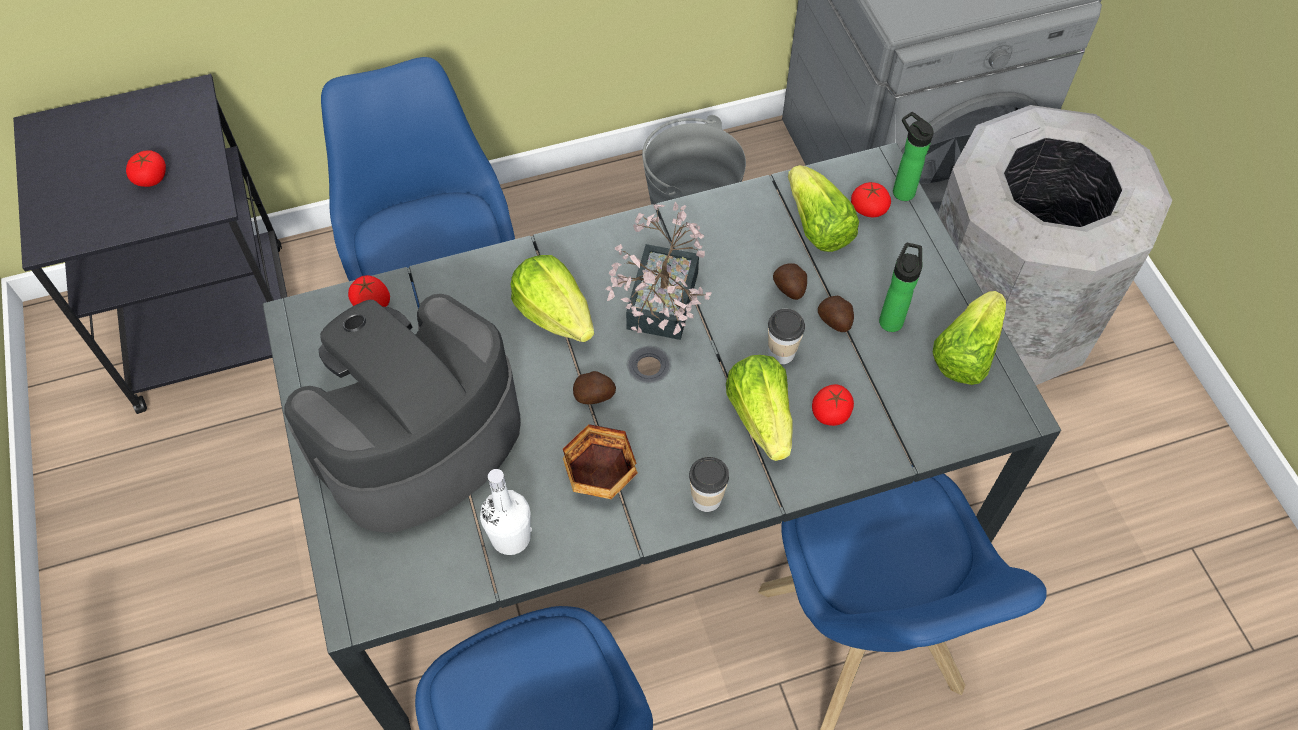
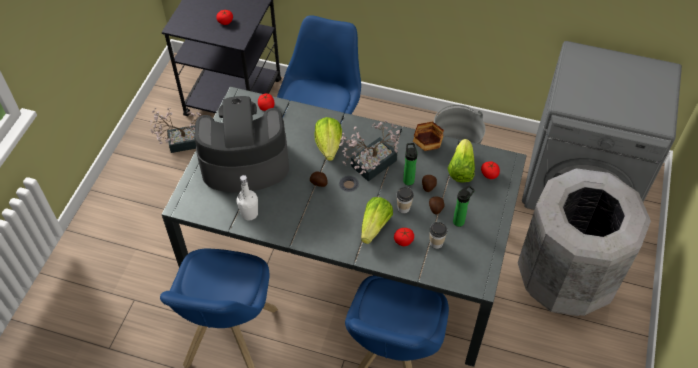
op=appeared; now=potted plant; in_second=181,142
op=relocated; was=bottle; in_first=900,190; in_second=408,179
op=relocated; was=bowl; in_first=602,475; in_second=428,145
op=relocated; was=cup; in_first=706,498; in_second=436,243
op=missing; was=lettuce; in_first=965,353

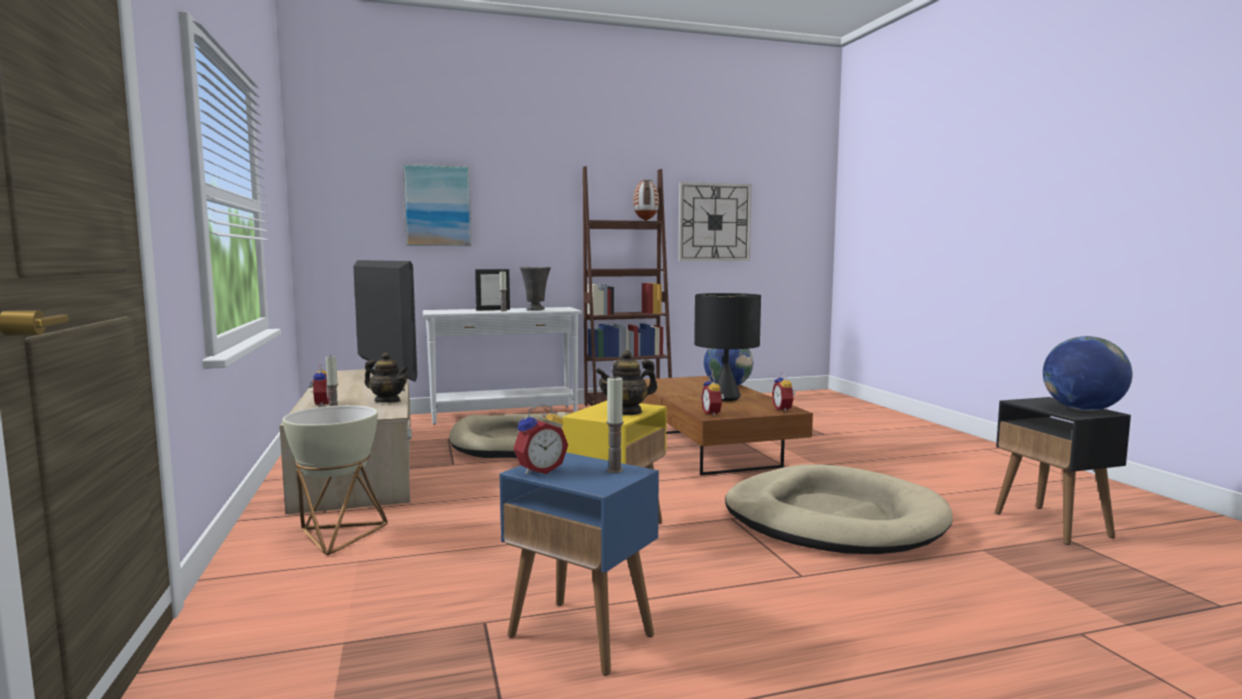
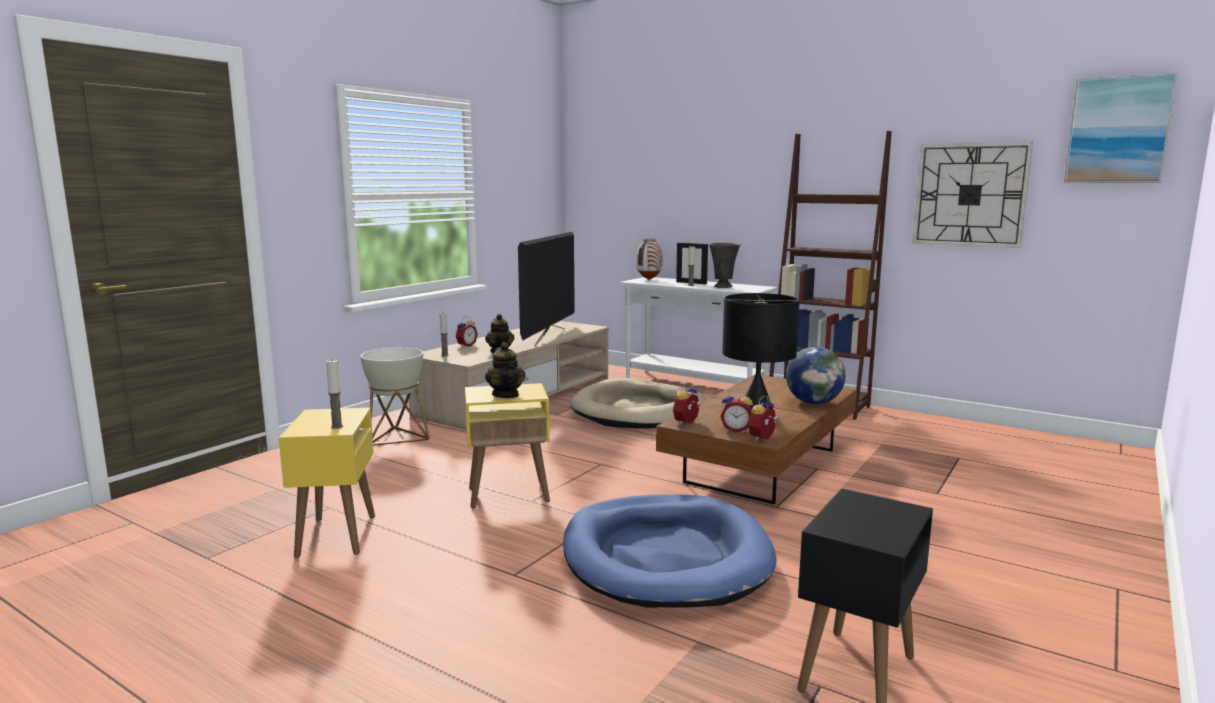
op=colour; was=side table (blue); now=side table (yellow); in_first=582,636; in_second=336,536
op=spun; was=teapot; in_first=627,412; in_second=506,395; clockwise=-135
op=colour; was=dog bed (beige); now=dog bed (blue); in_first=833,519; in_second=665,557
op=relocated; was=vase; in_first=645,221; in_second=649,279
op=relocated; was=alarm clock; in_first=539,470; in_second=736,430
op=relocated; was=picture; in_first=437,206; in_second=1118,130
op=missing; was=globe; in_first=1082,410

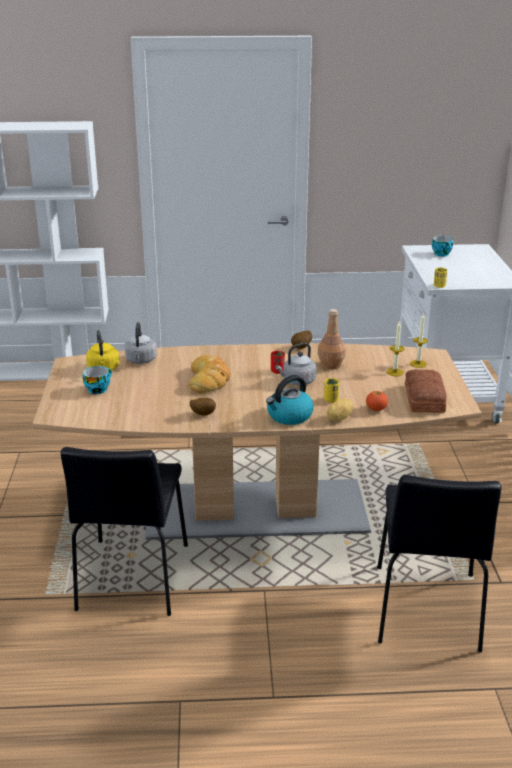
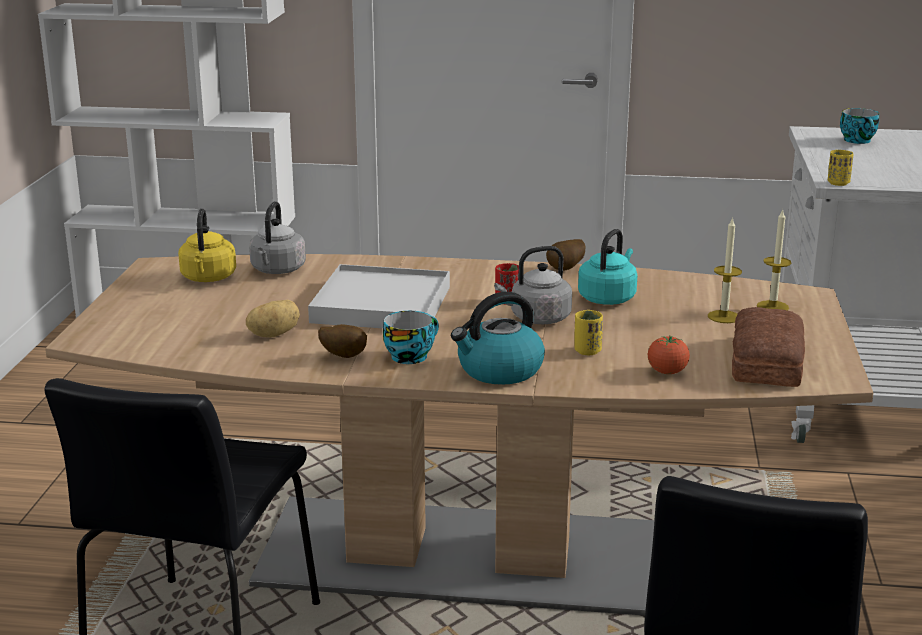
op=relocated; was=potato; in_first=338,418; in_second=273,334
op=exchanged; was=bread; now=tray (white); in_first=209,379; in_second=381,304
op=relocated; was=cup; in_first=98,389; in_second=410,356
op=exchanged; was=bottle (brown); now=kettle (turquoise); in_first=330,365; in_second=608,298

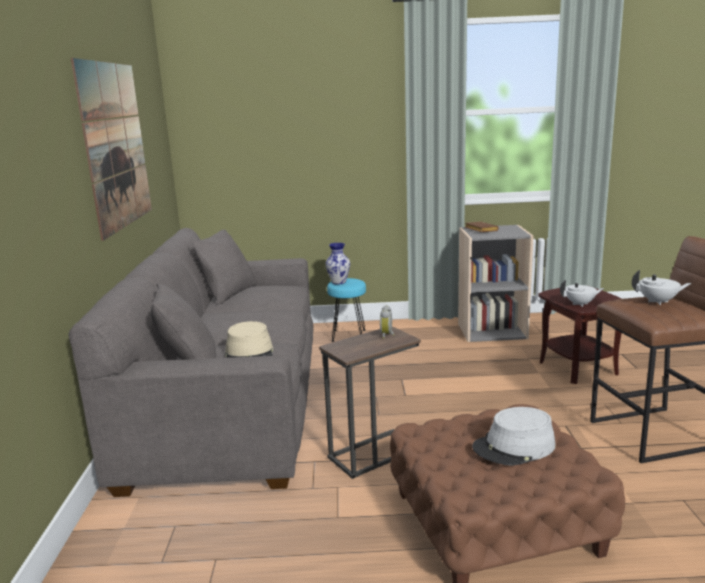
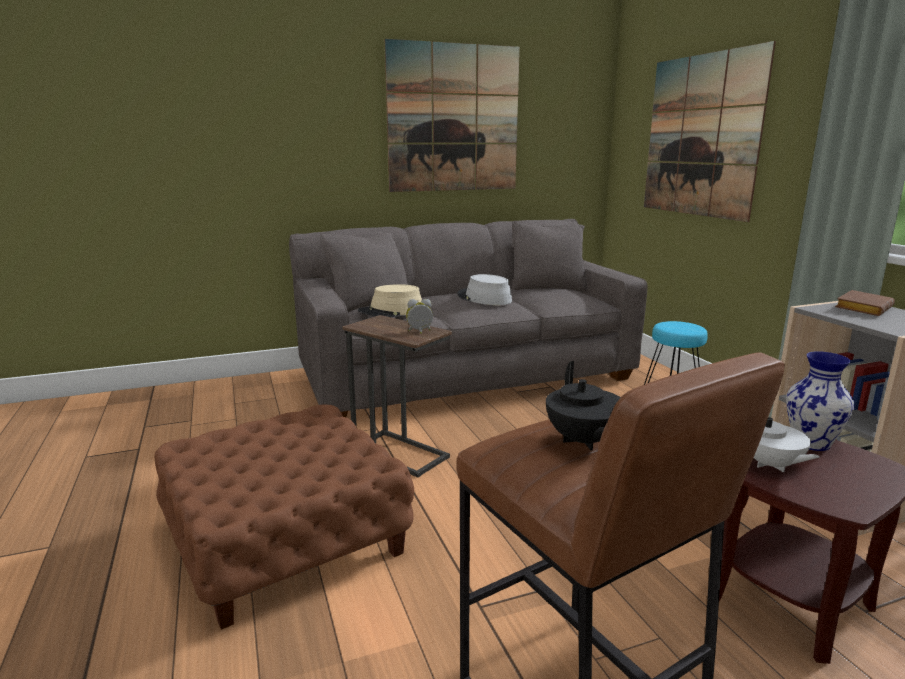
op=relocated; was=hat (grey); in_first=514,447; in_second=484,298
op=colour; was=teapot (white); now=teapot (black); in_first=658,302; in_second=583,441
op=appeared; now=picture; in_second=701,136
op=relocated; was=vase; in_first=338,282; in_second=811,443

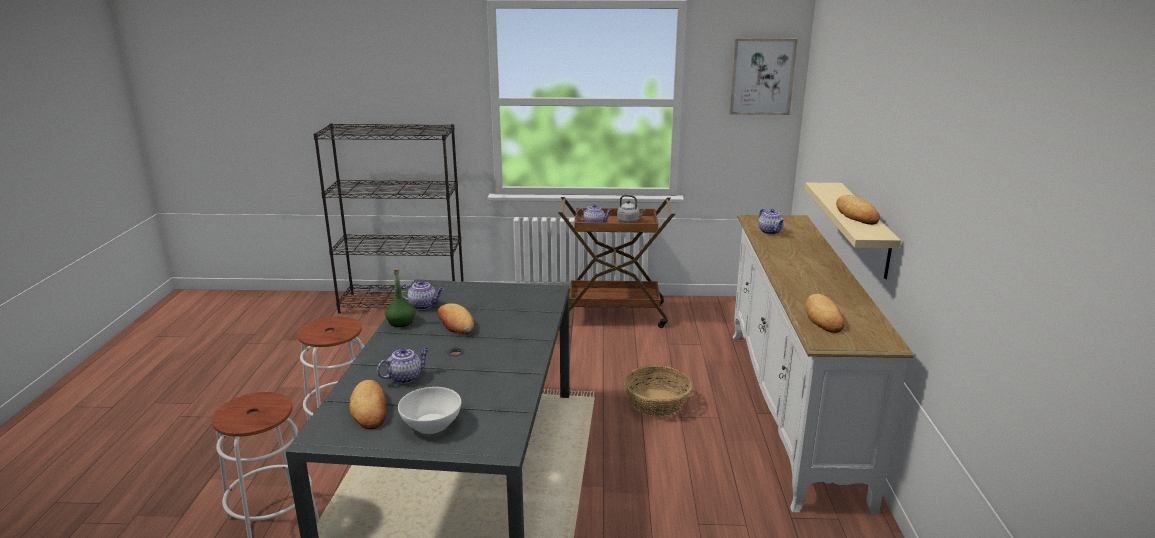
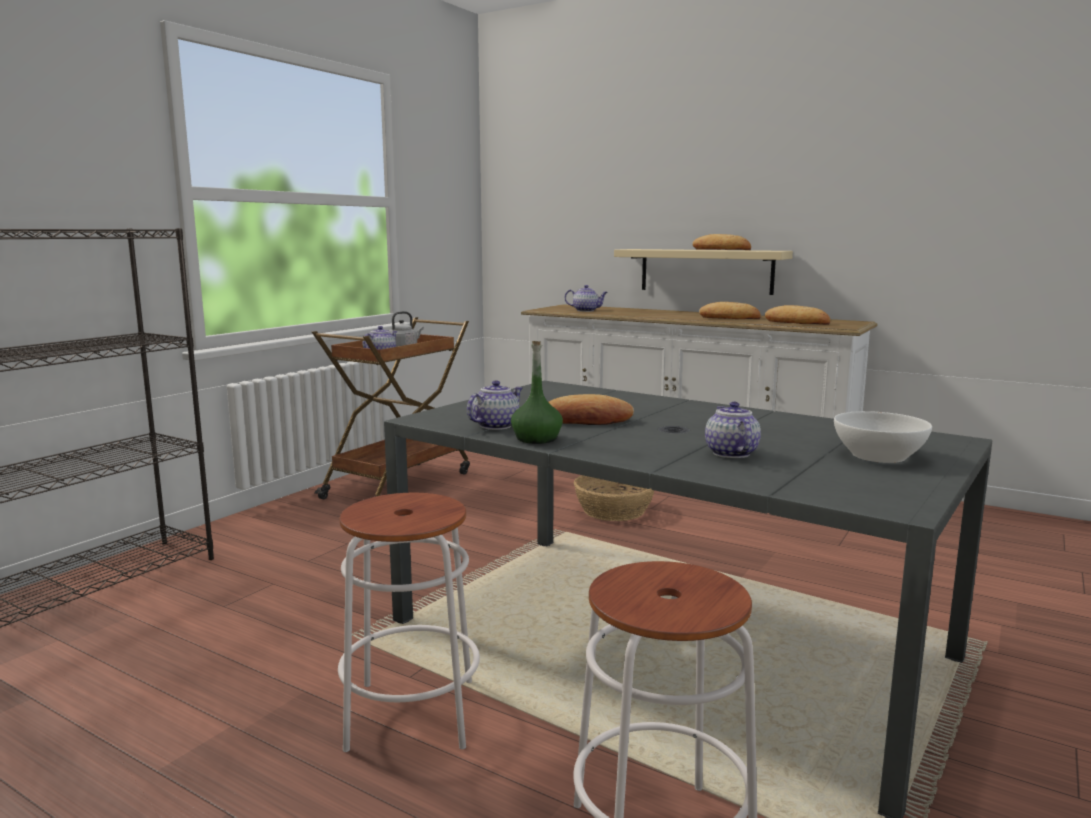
op=relocated; was=bread; in_first=370,409; in_second=729,318
op=missing; was=picture; in_first=762,76

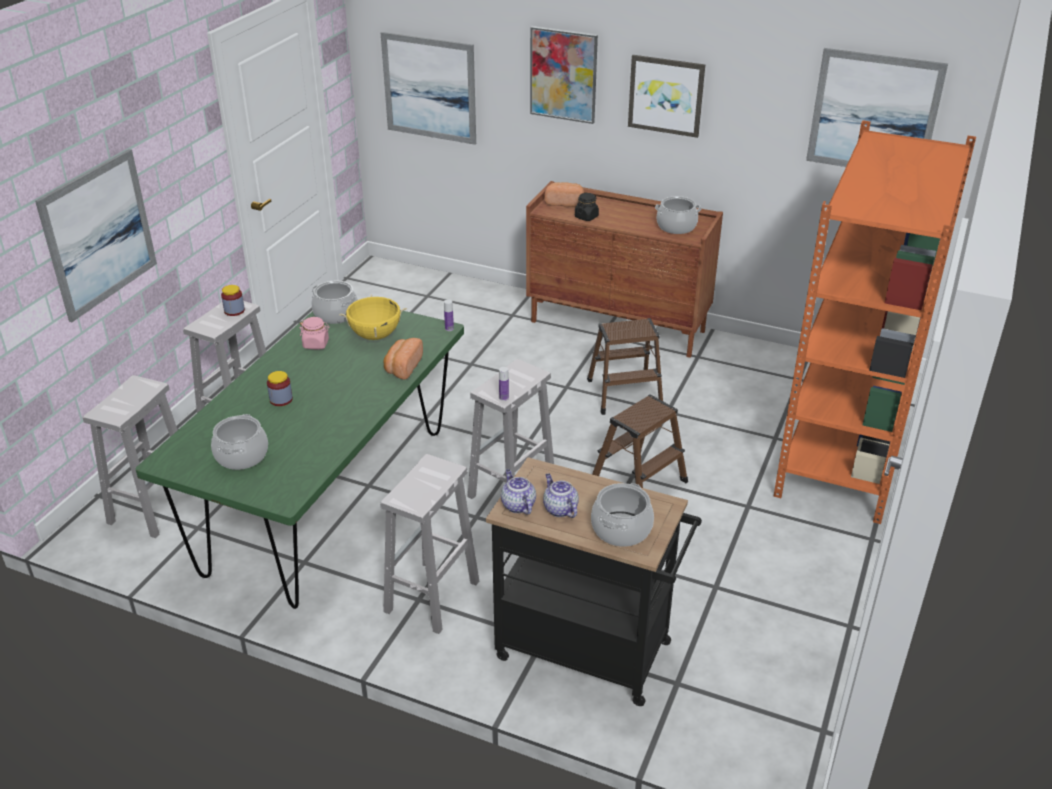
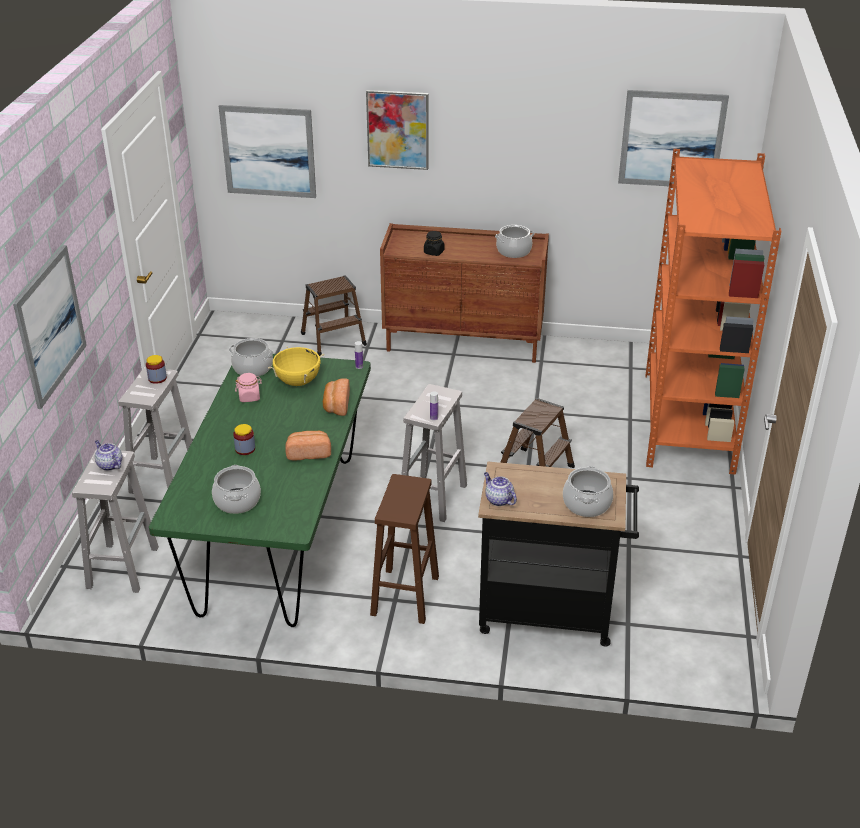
op=relocated; was=teapot; in_first=559,509; in_second=109,465
op=relocated; was=bread; in_first=565,202; in_second=308,453
op=relocated; was=step ladder (brown); in_first=625,392; in_second=333,338
op=colour; was=stool (white); now=stool (brown); in_first=431,598; in_second=405,596
op=missing; was=picture; in_first=666,95

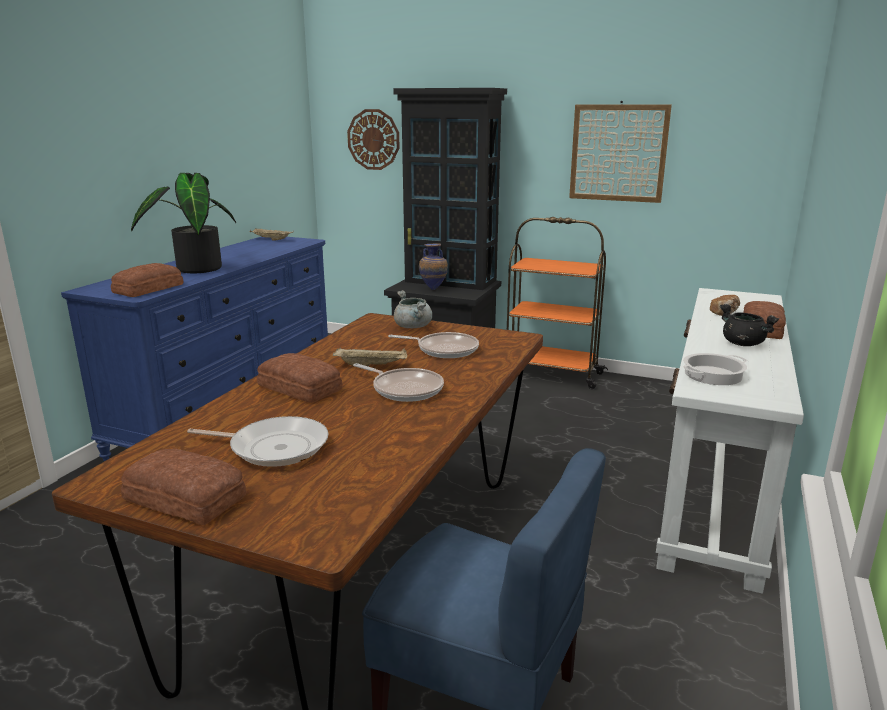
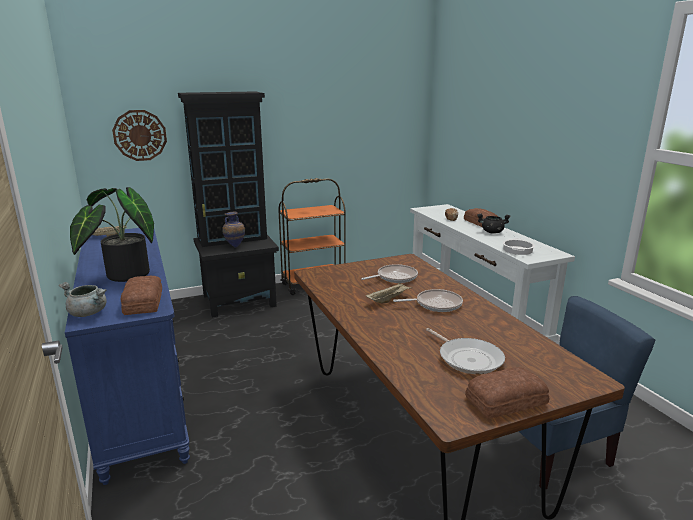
op=relocated; was=cooking pot (grey); in_first=413,327; in_second=88,313
op=spun; was=frying pan; in_first=274,447; in_second=468,358; clockwise=90
op=missing; was=bread; in_first=299,388
op=missing; was=picture; in_first=618,151

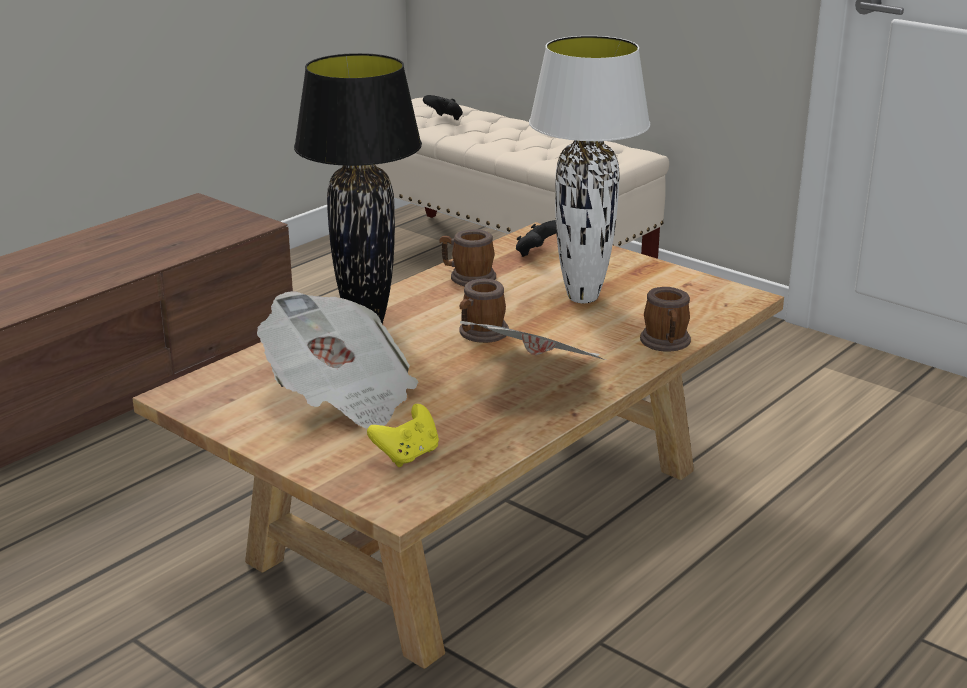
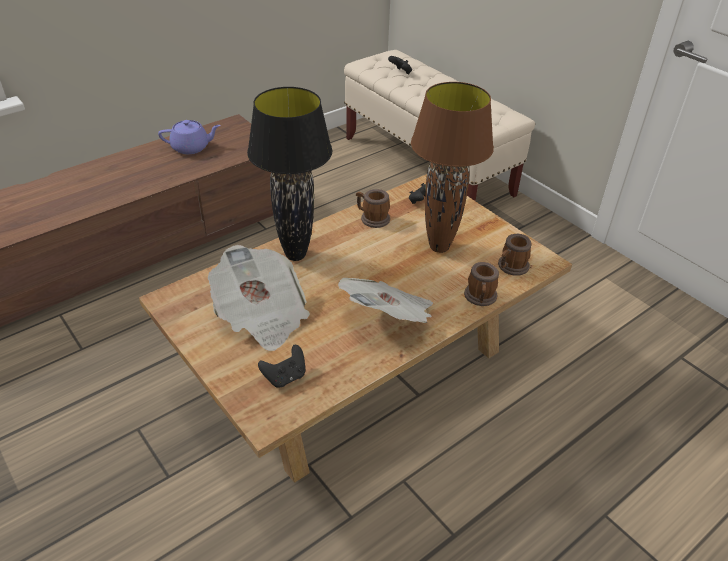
op=appeared; now=teapot (purple); in_second=191,147
op=colour; was=game controller (yellow); now=game controller (black); in_first=407,455; in_second=285,377
op=colour; was=table lamp (white); now=table lamp (brown); in_first=582,297; in_second=439,246
op=relocated; was=mug; in_first=480,334; in_second=511,267

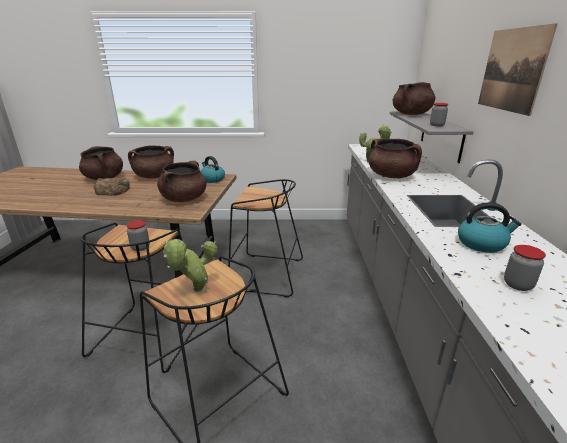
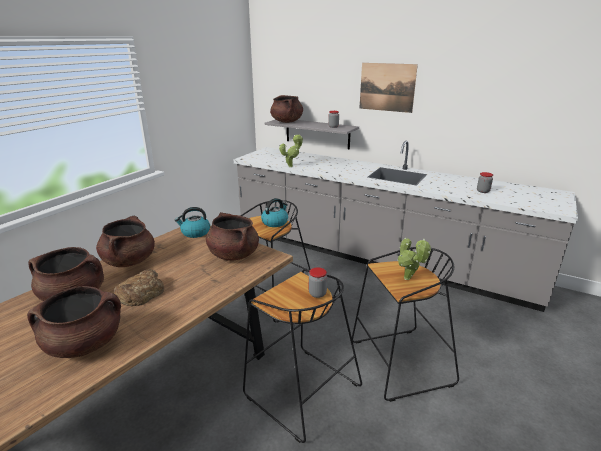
op=relocated; was=cooking pot (brown); in_first=391,176; in_second=85,344
op=relocated; was=kettle; in_first=482,243; in_second=275,222

